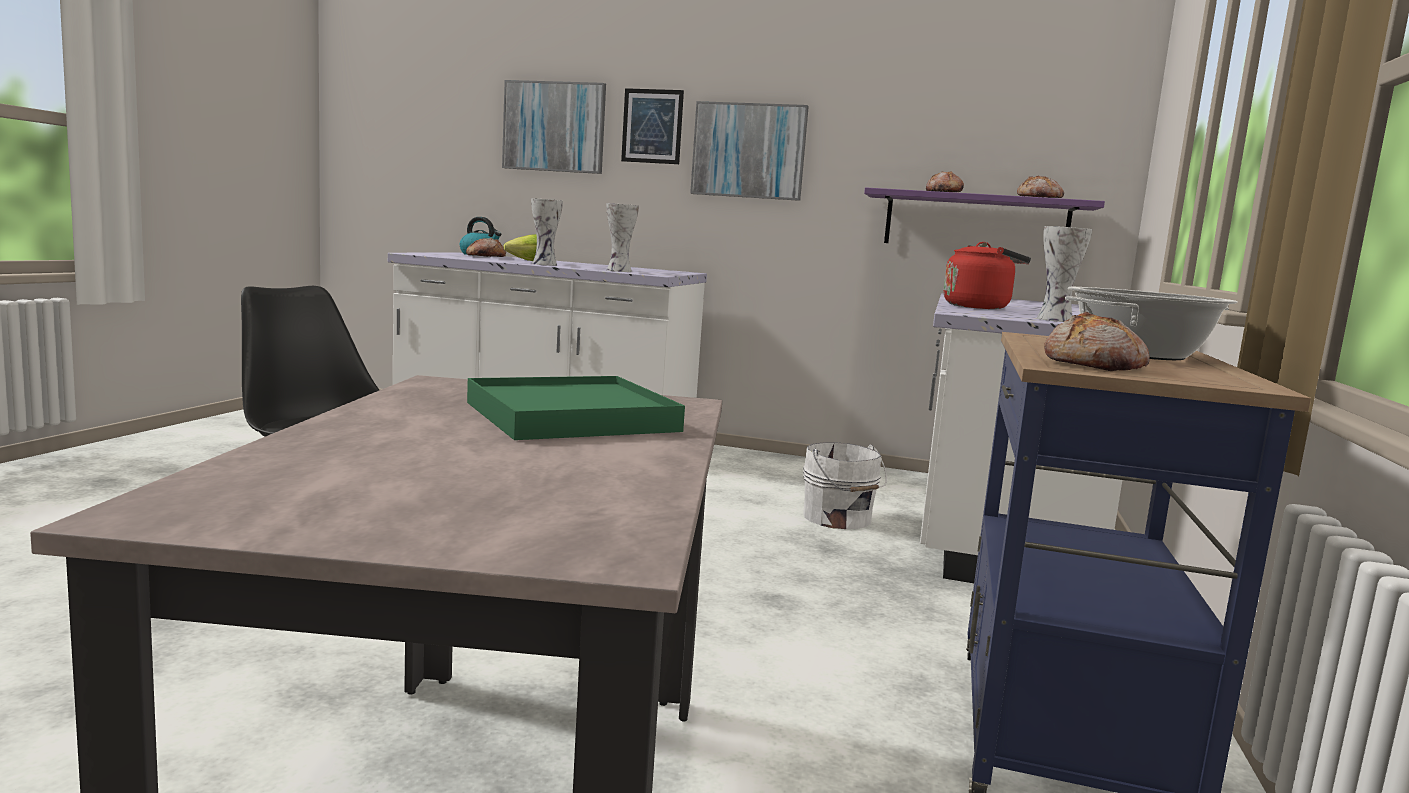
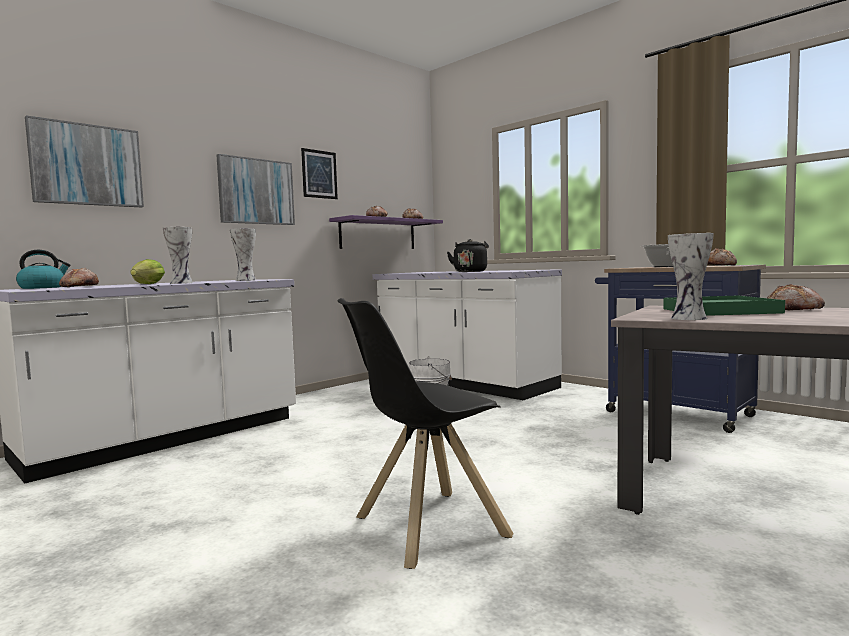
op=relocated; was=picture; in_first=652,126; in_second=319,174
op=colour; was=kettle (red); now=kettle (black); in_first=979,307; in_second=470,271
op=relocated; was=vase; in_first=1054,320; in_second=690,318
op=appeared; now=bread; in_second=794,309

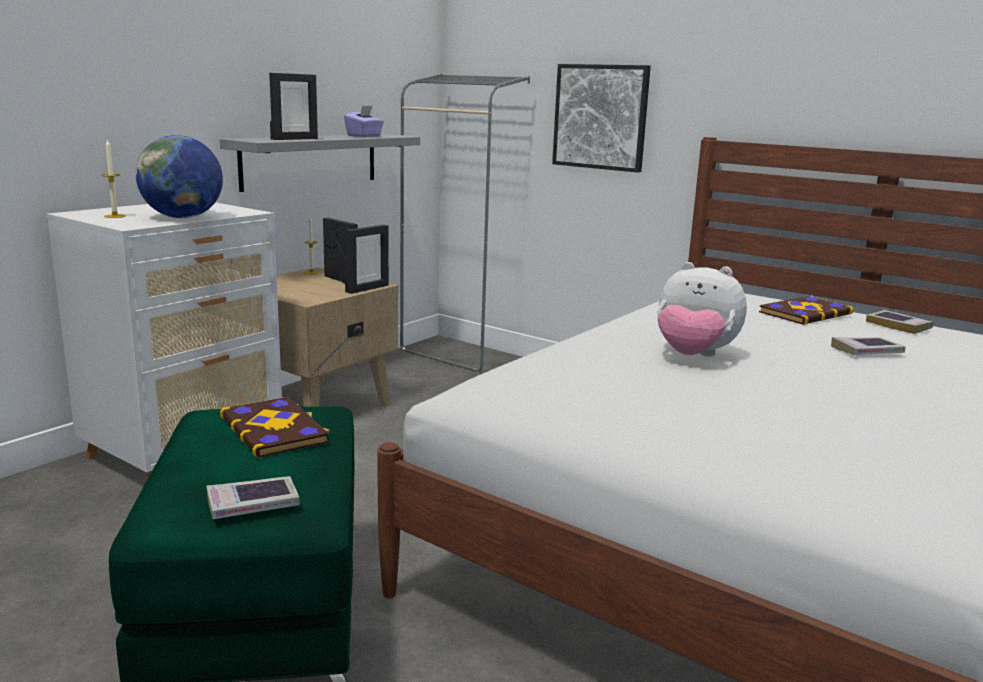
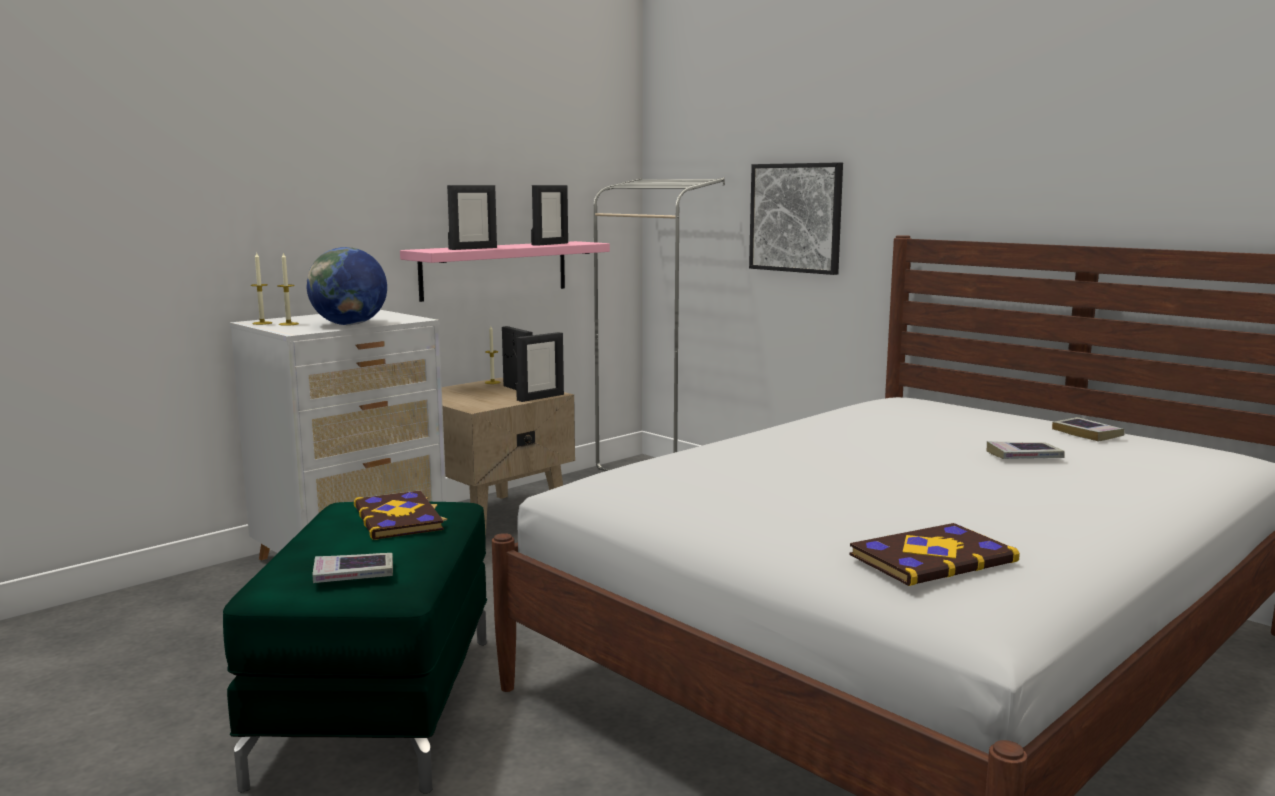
op=appeared; now=candle; in_second=262,323
op=colour; was=shelf (grey); now=shelf (pink); in_first=310,160; in_second=495,270
op=exchanged; was=tissue box (purple); now=picture frame; in_first=364,136; in_second=550,244
op=relocated; was=book; in_first=804,313; in_second=931,558
op=missing; was=plush toy; in_first=693,356

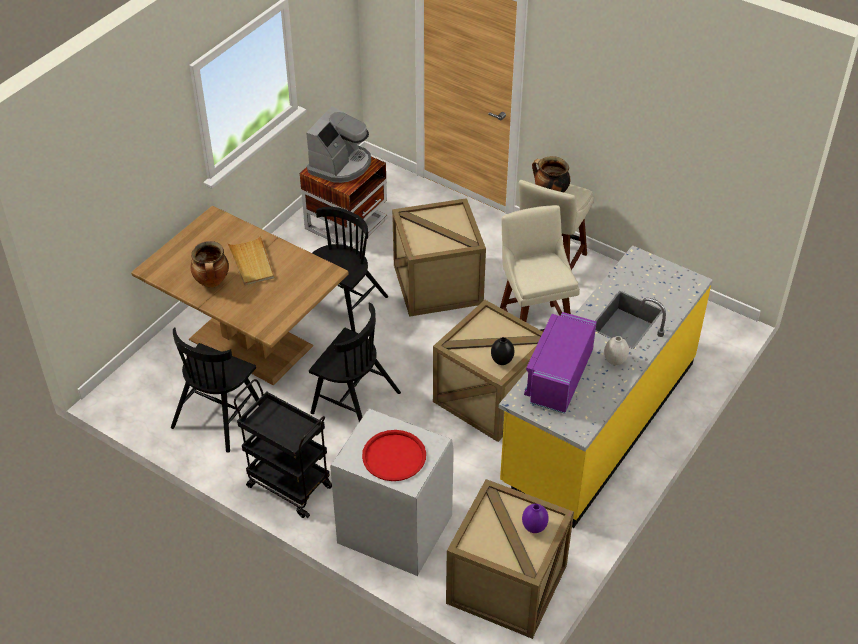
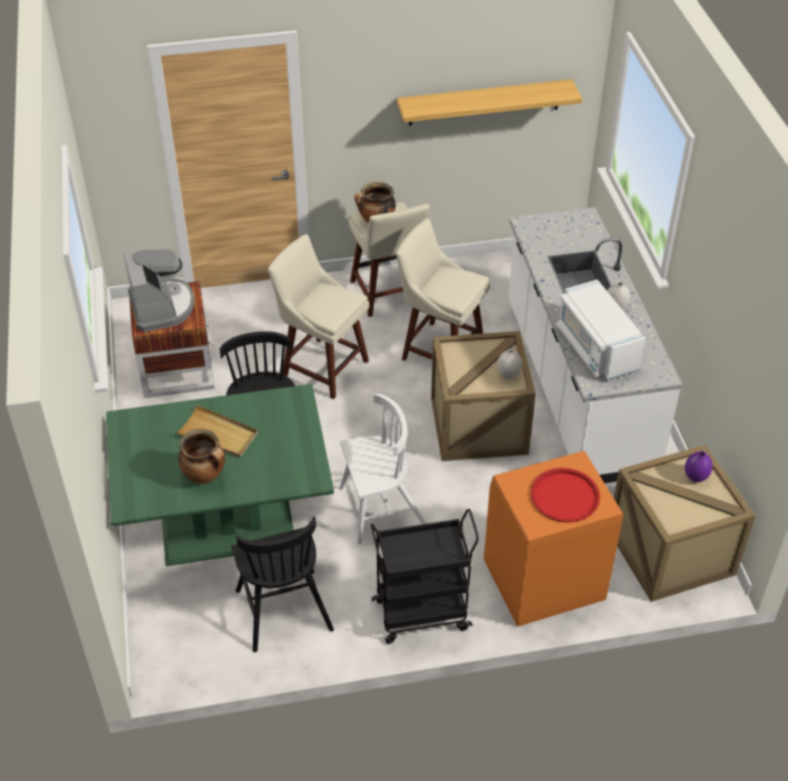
op=colour; was=dining table (brown); now=dining table (green); in_first=250,344; in_second=228,528
op=exchanged; was=crate; now=stool (beige); in_first=438,283; in_second=322,366
op=colour; was=chair (black); now=chair (white); in_first=351,400; in_second=378,508
op=appeared; now=shelf; in_second=484,102
op=colour; was=washing machine (white); now=washing machine (orange); in_first=396,527; in_second=542,577
op=colour; was=vase (black); now=vase (white); in_first=501,361; in_second=508,375
op=colour; was=counter (yellow); now=counter (white); in_first=598,422; in_second=576,387
op=colour; was=microwave (purple); now=microwave (white); in_first=558,377; in_second=596,348

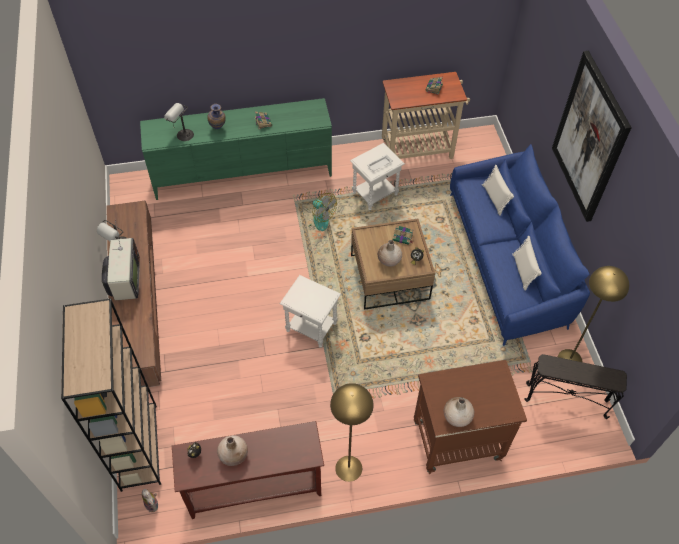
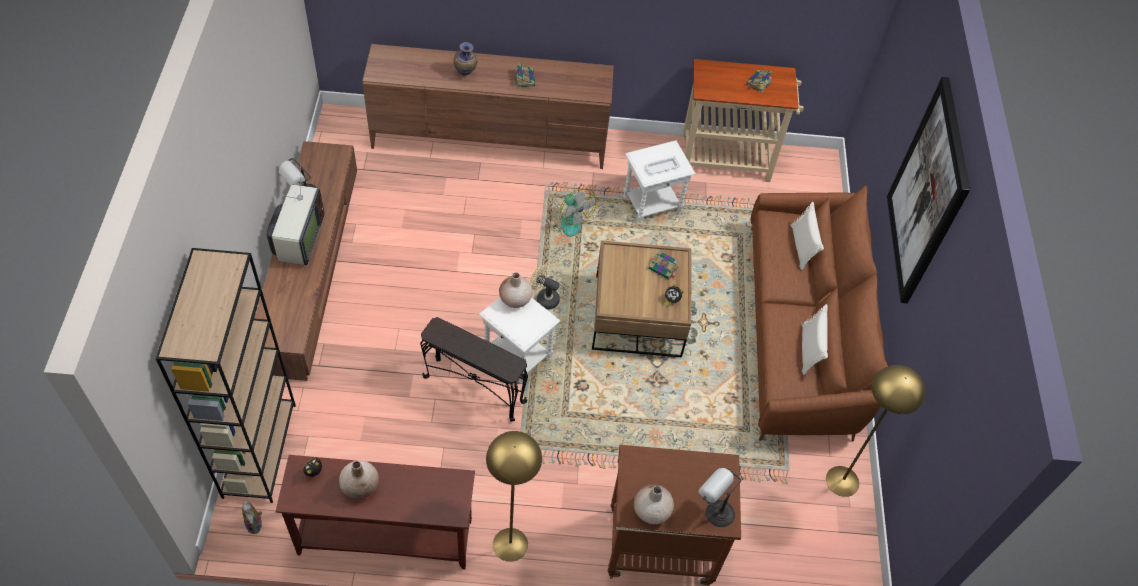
op=colour; was=cabinet (green); now=cabinet (brown); in_first=243,174; in_second=490,140
op=relocated; was=side table (black); in_first=566,401; in_second=474,390
op=relocated; was=vase (beige); in_first=389,260; in_second=515,299
op=appeared; now=fan (beige); in_second=544,298
op=relocated; was=table lamp; in_first=181,134; in_second=714,510
op=colour; was=sofa (blue); now=sofa (brown); in_first=508,260; in_second=801,332

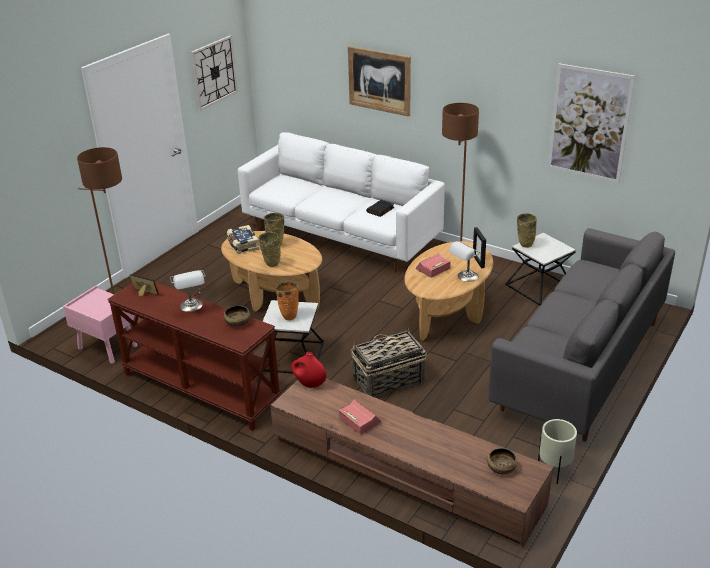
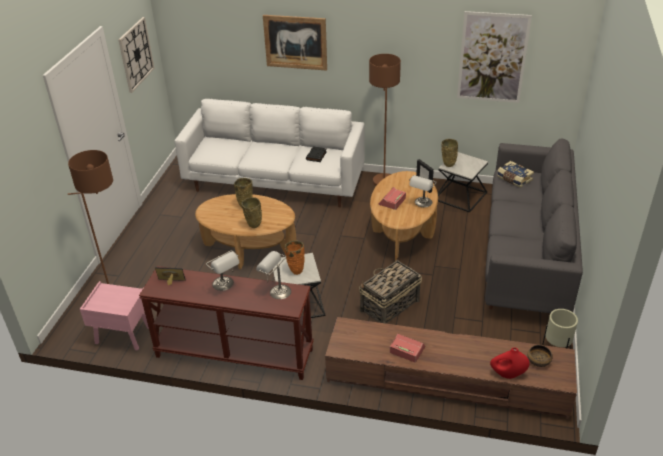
op=exchanged; was=bowl; now=table lamp (white); in_first=237,322; in_second=276,290
op=relocated; was=vase (red); in_first=309,384; in_second=507,374
op=relocated; was=book; in_first=242,245; in_second=514,179

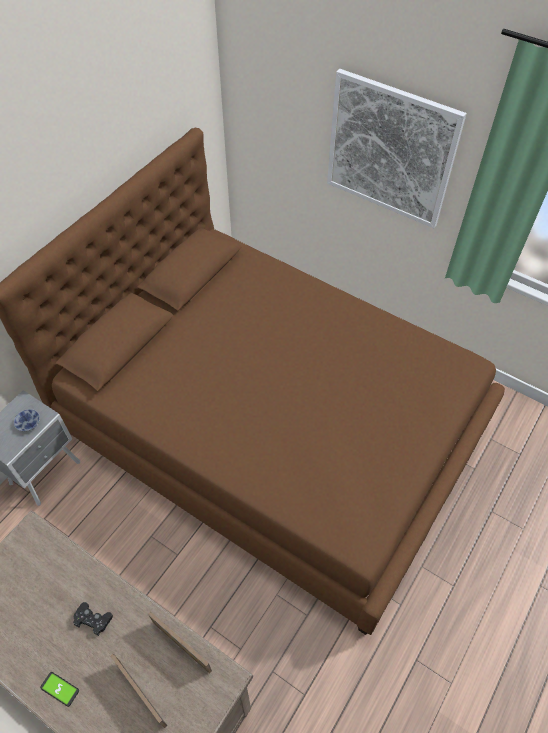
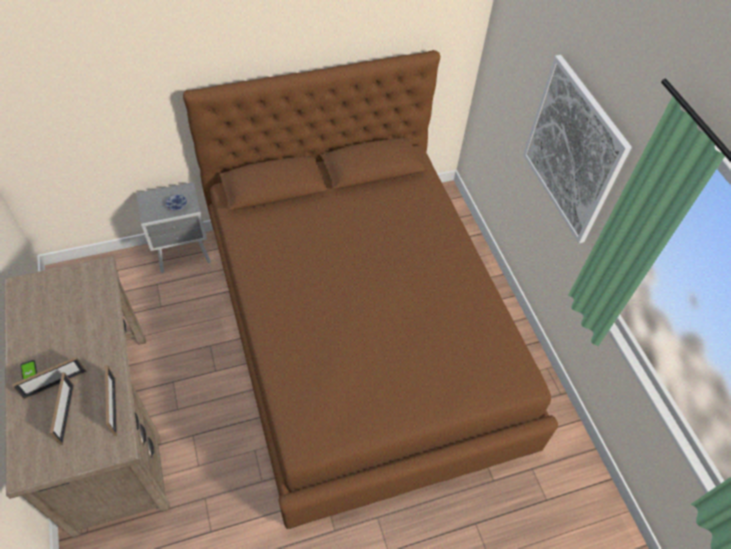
op=appeared; now=picture frame; in_second=55,384
op=missing; was=game controller (black); in_first=93,619

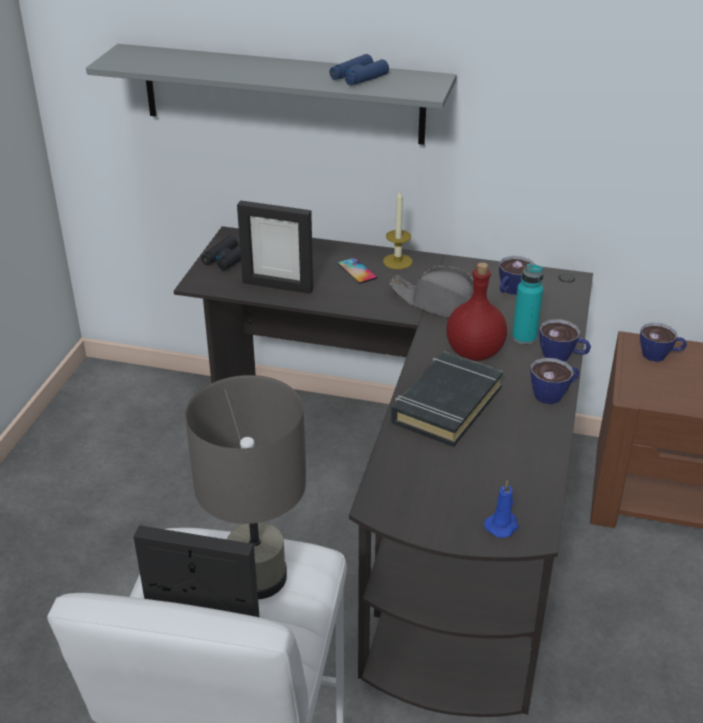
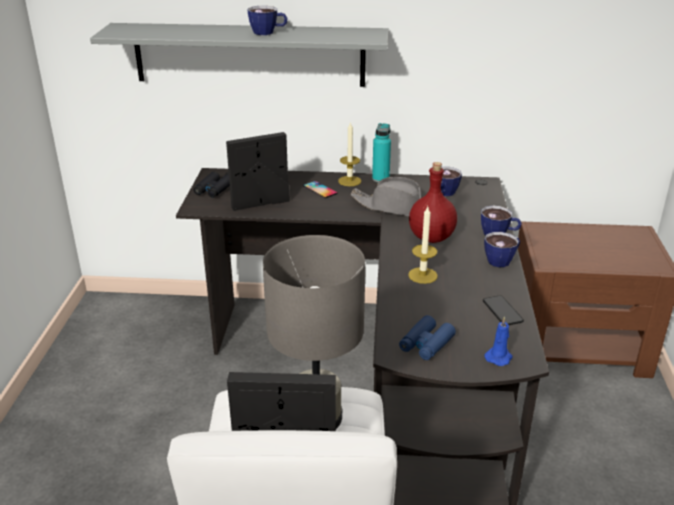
op=spun; was=picture frame; in_first=278,285; in_second=260,204; clockwise=150
op=relocated; was=cup; in_first=660,355; in_second=268,32
op=relocated; was=bottle (turquoise); in_first=524,337; in_second=380,179
op=relocated; was=binoculars (blue); in_first=358,77; in_second=426,344
op=exchanged; was=book (black); now=candle; in_first=446,404; in_second=422,275
op=appeared; now=phone; in_second=502,311

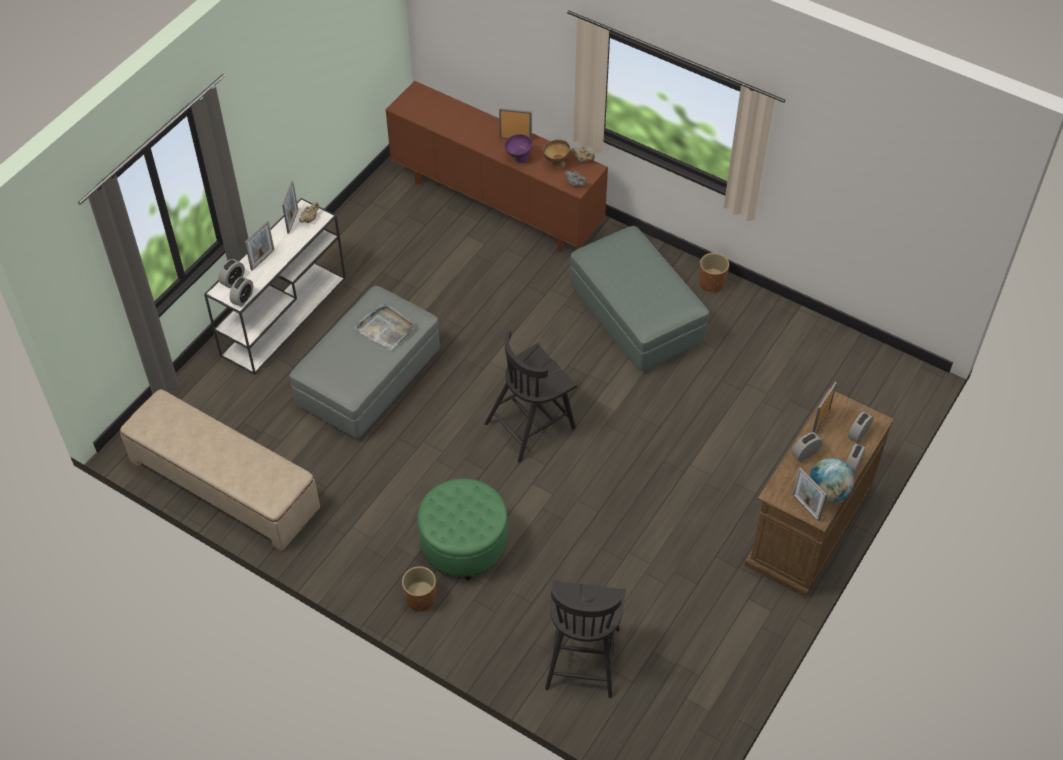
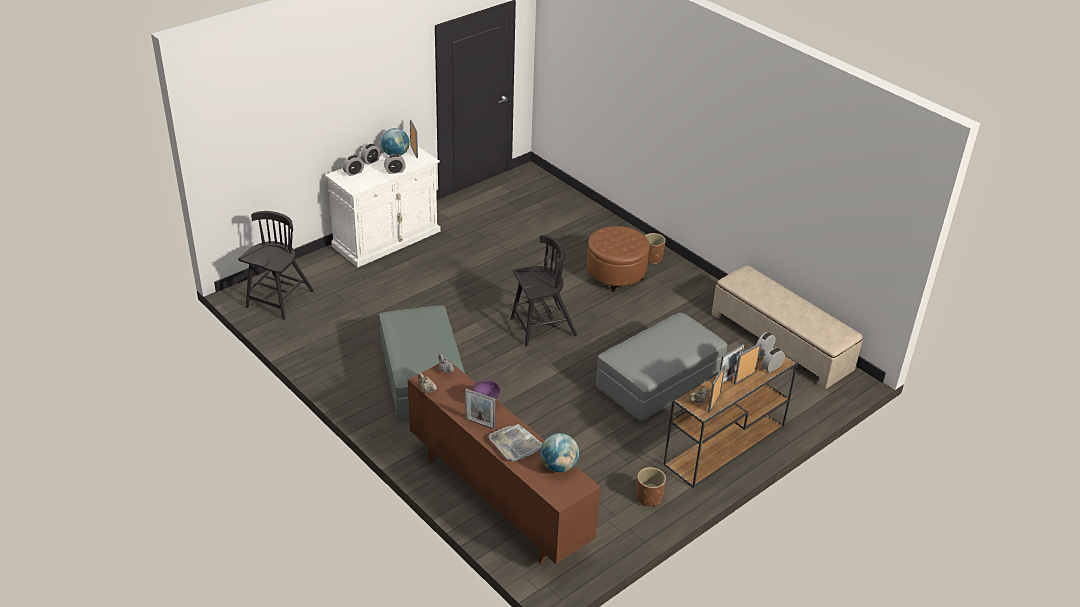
op=relocated; was=chair (black); in_first=583,656; in_second=279,300
op=colour; was=dresser (brown); now=dresser (white); in_first=809,527; in_second=386,238
op=relocated; was=tray (grey); in_first=386,328; in_second=516,444
op=appeared; now=globe; in_second=558,466
op=colour; was=ottoman (green); now=ottoman (brown); in_first=464,546; in_second=616,275
op=relocated; was=planter (brown); in_first=711,283; in_second=648,498
op=colour; was=console table (white); now=console table (brown); in_first=284,315; in_second=724,446
op=relocated; was=picture frame; in_first=820,422; in_second=728,379
op=missing; was=bowl (brown); in_first=555,164

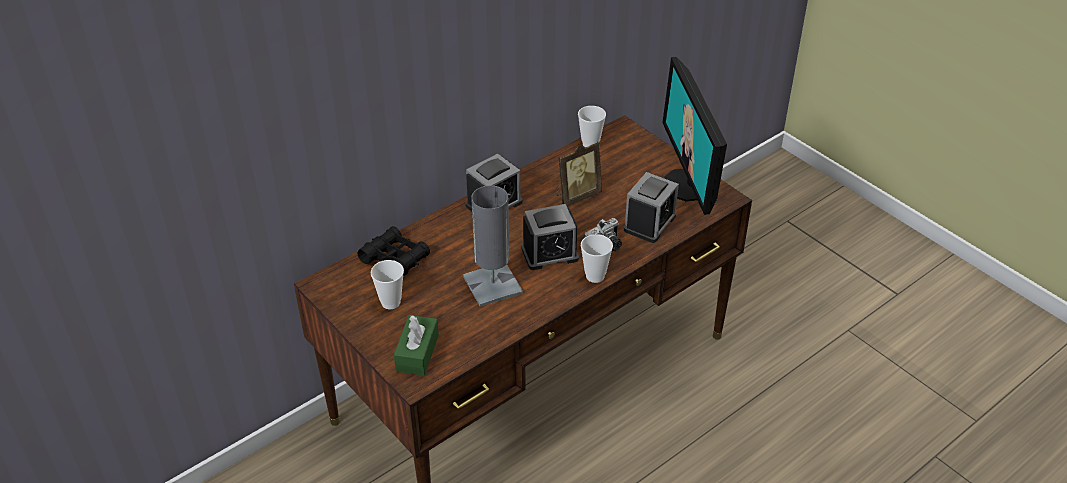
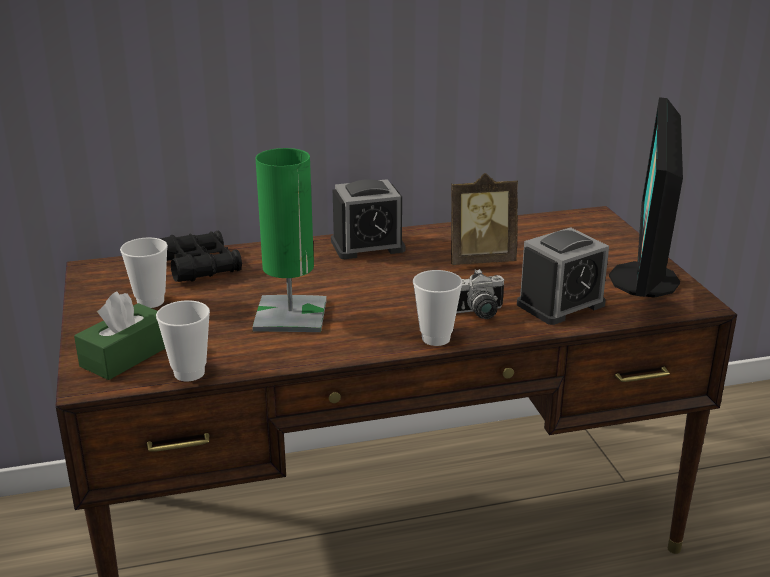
op=relocated; was=cup; in_first=590,144; in_second=189,373
op=colour; was=table lamp (grey); now=table lamp (green); in_first=492,285; in_second=290,315
op=missing; was=alarm clock; in_first=549,253

